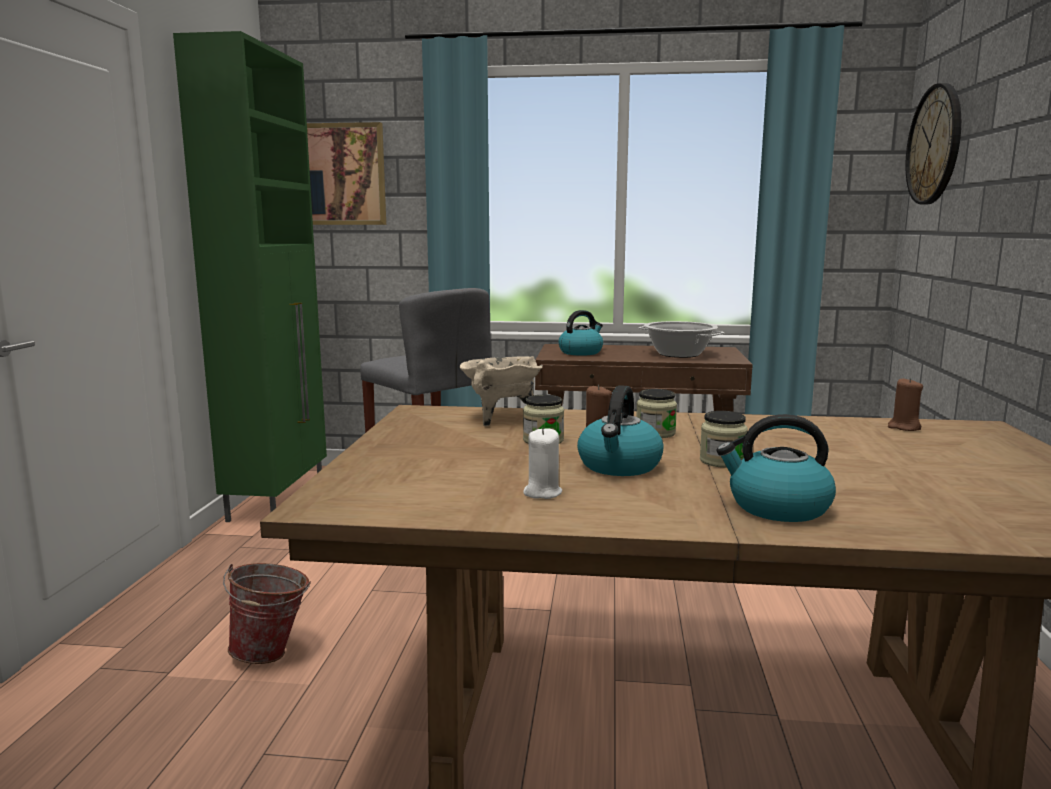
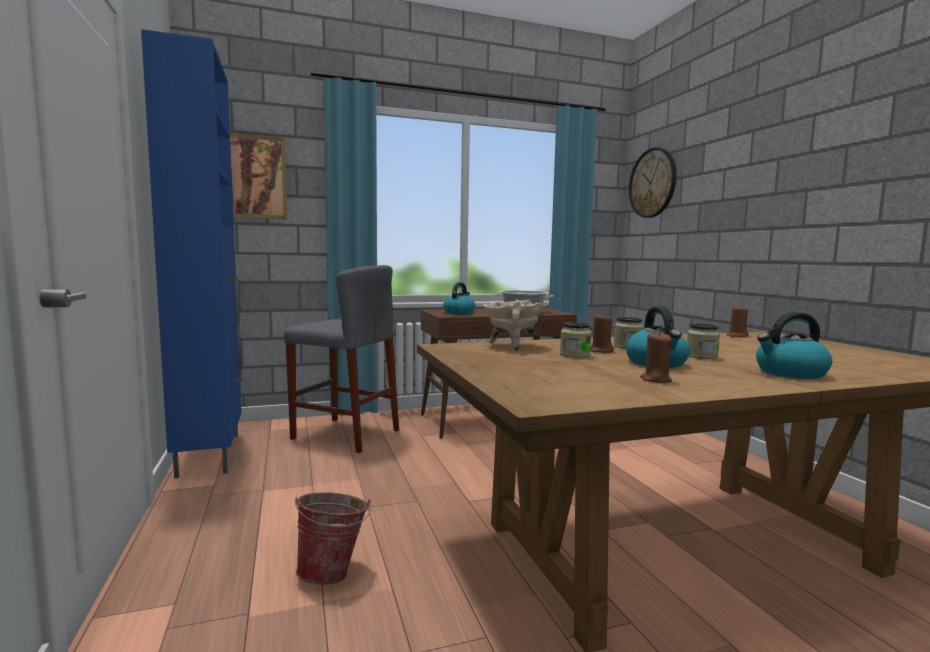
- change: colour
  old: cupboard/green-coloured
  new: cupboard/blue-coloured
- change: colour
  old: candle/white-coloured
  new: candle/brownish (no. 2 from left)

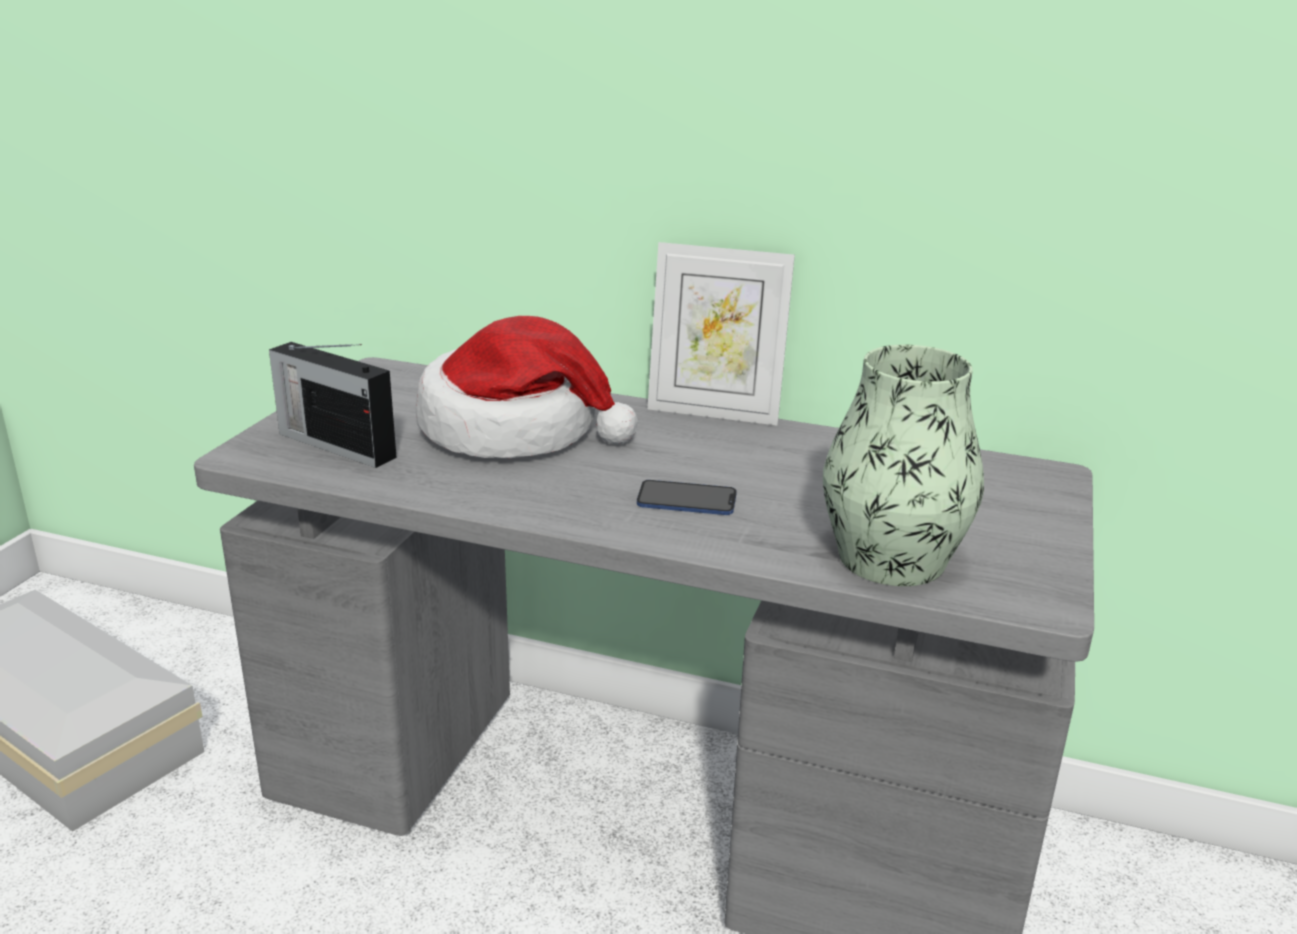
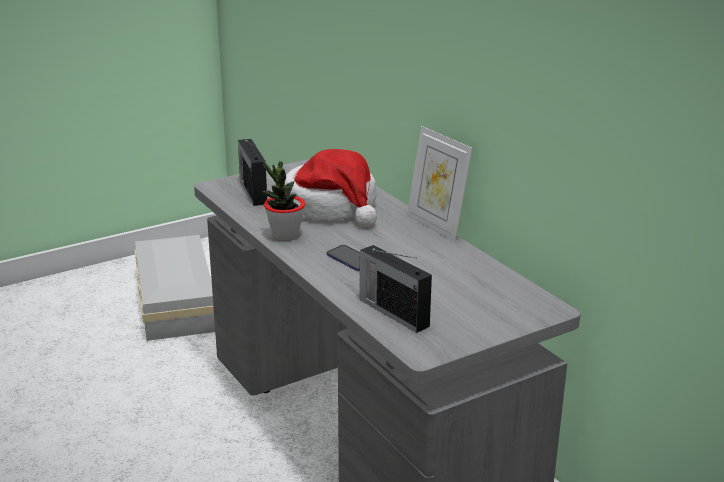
- change: appeared
  new: potted plant
- change: exchanged
  old: decorative vase
  new: radio (no. 2 from left)

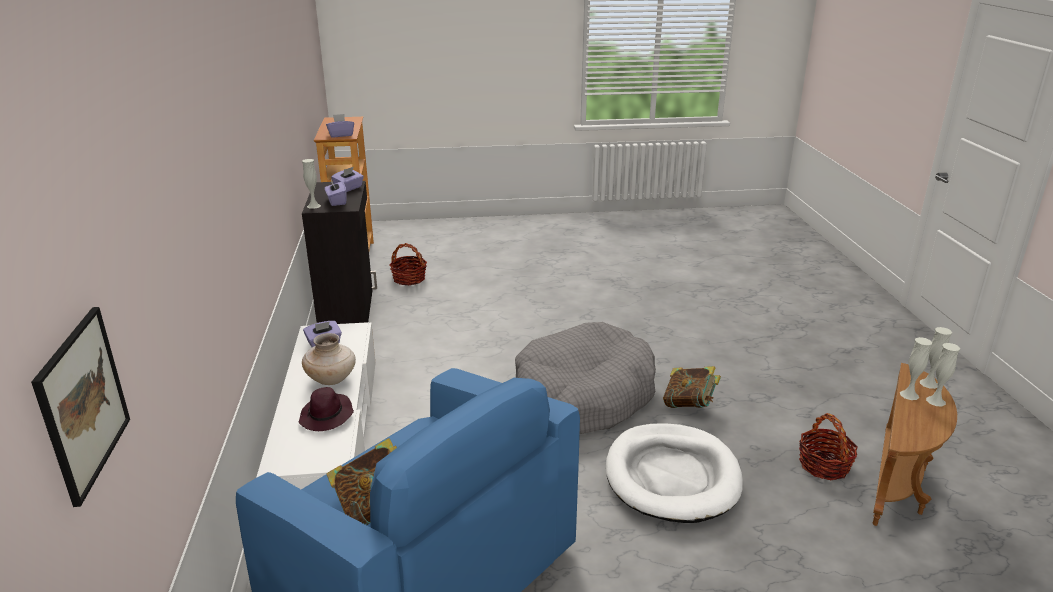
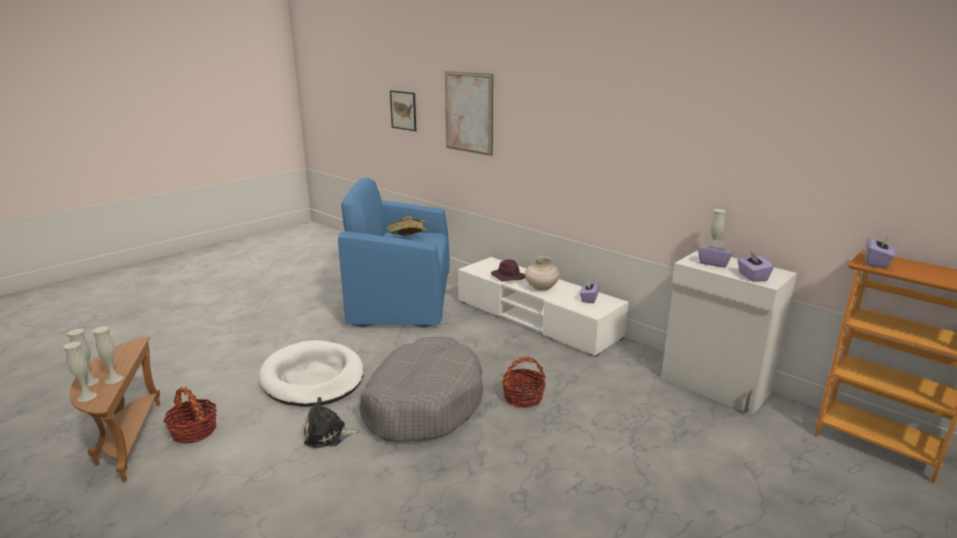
- change: exchanged
  old: bound book (no. 2 from left)
  new: soft toy
- change: appeared
  new: wall picture (no. 2 from left)
- change: relocated
  old: household basket (no. 1 from left in the first image)
  new: household basket (no. 2 from left)
- change: colour
  old: cupboard/black
  new: cupboard/white-coloured

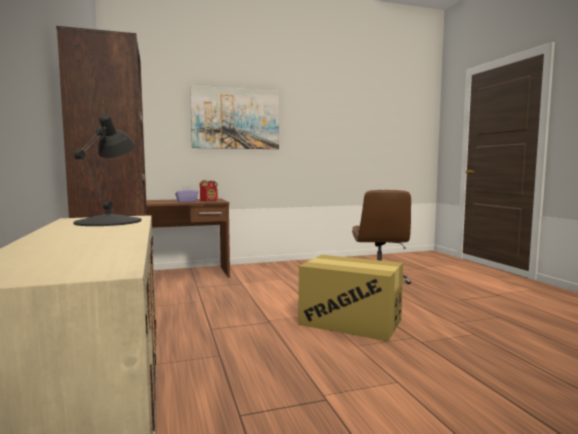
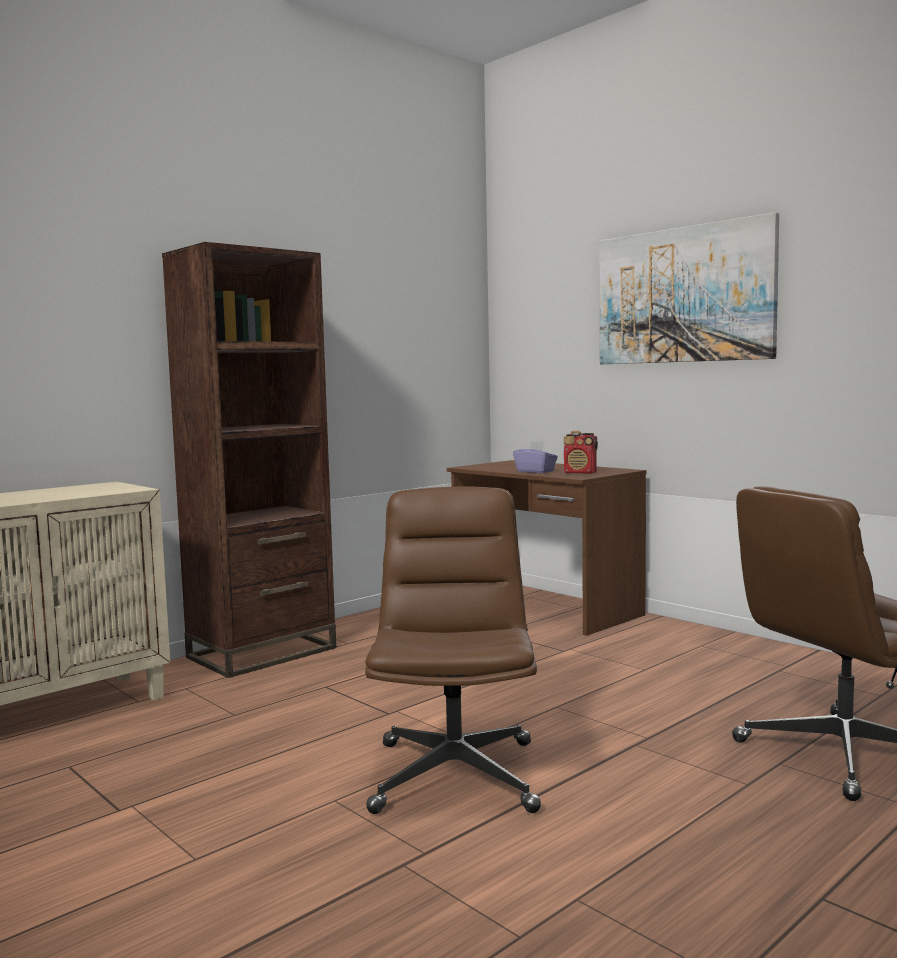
- change: exchanged
  old: packing box
  new: desk chair/brownish (no. 1 from left)
- change: missing
  old: lamp for a table/black

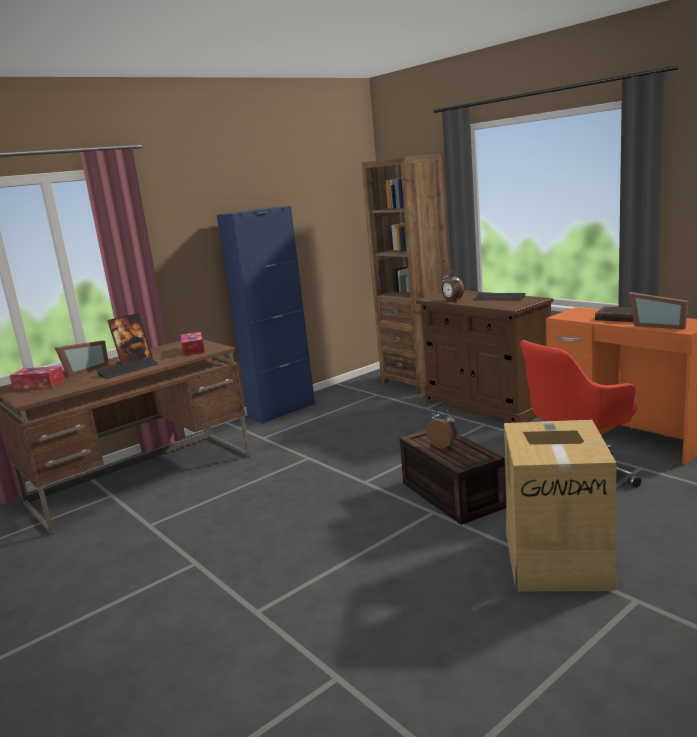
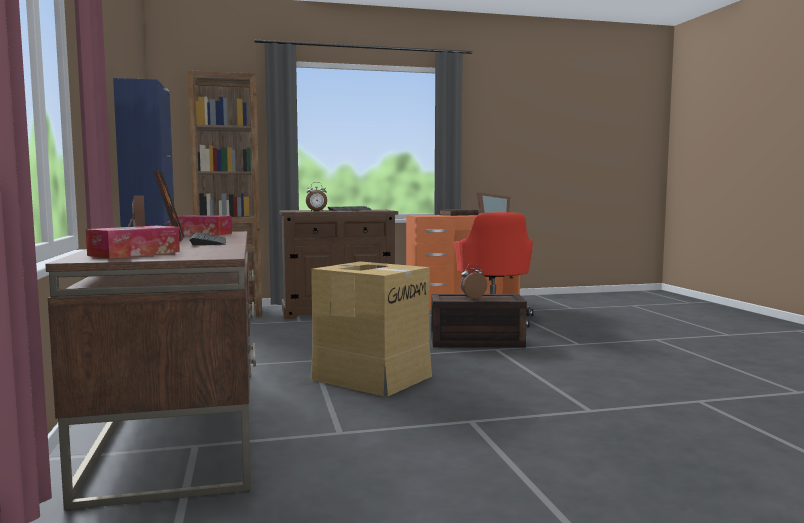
- change: relocated
  old: packing box

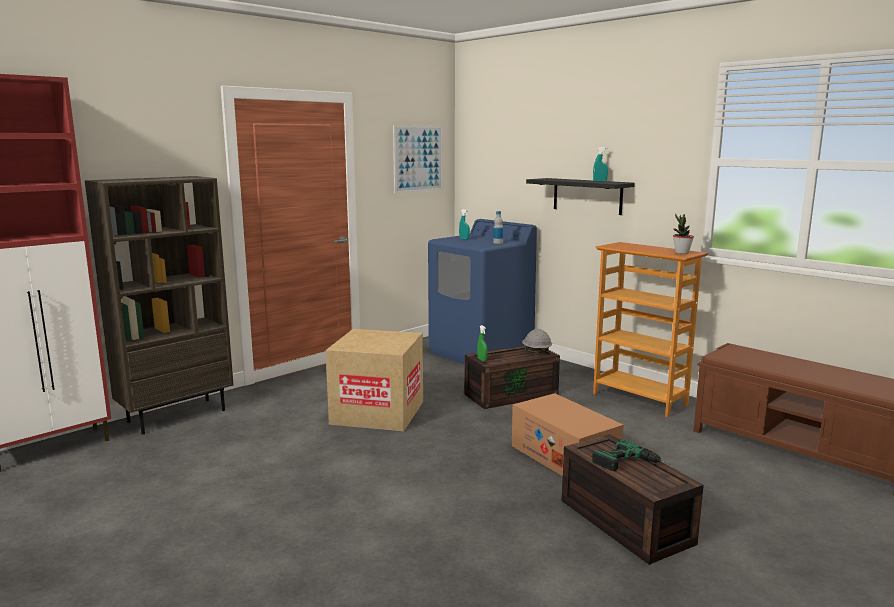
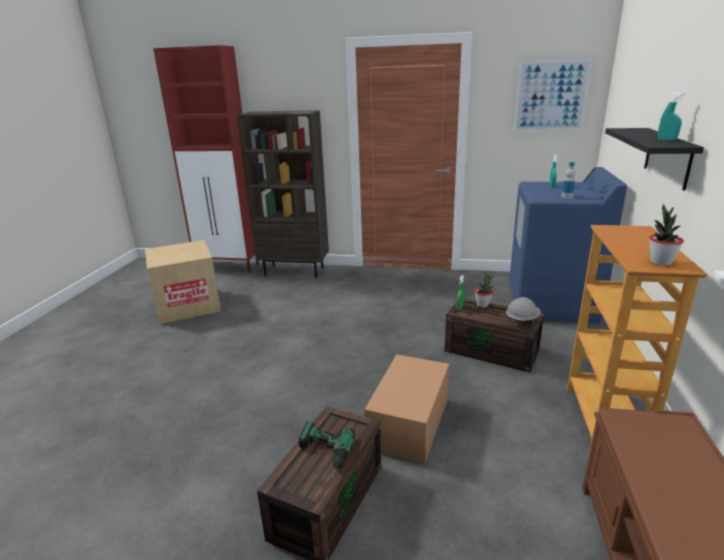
- change: relocated
  old: packing box (no. 1 from left)
- change: appeared
  new: potted plant (no. 1 from left)

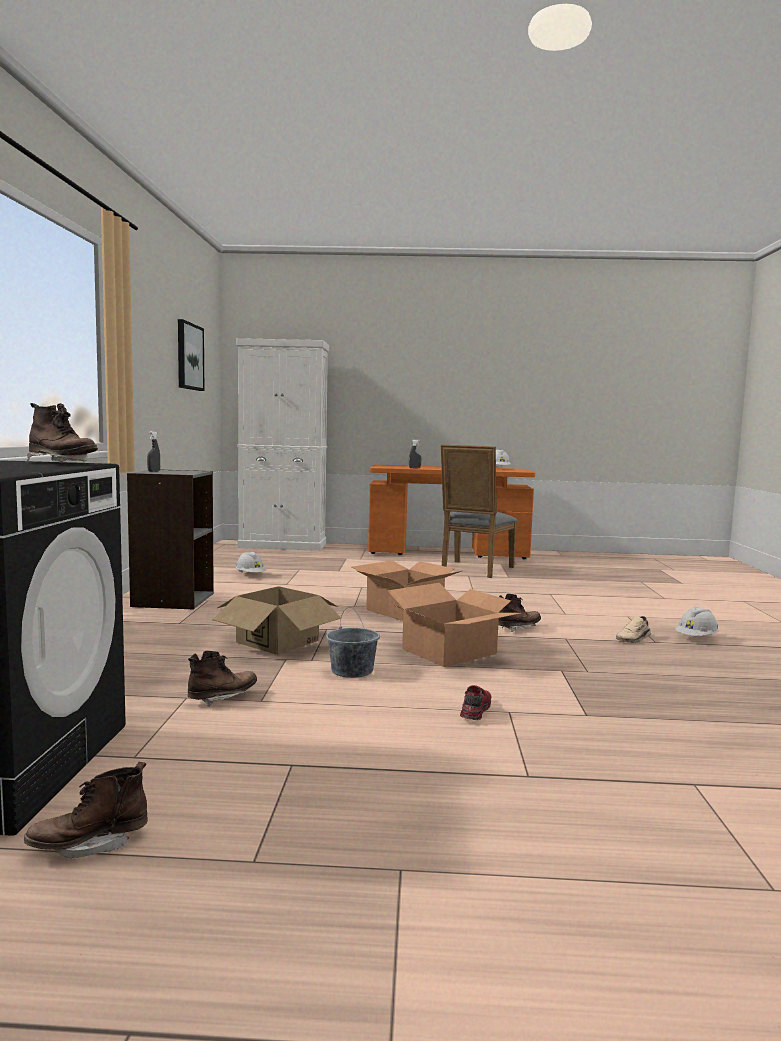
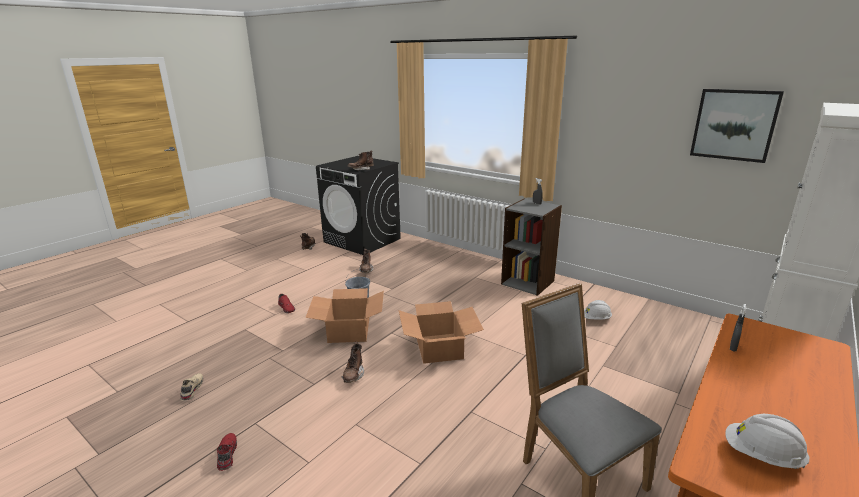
- change: relocated
  old: shoe/sand-coloured
- change: exchanged
  old: safety helmet/white-coloured (no. 3 from left)
  new: shoe/red (no. 1 from left)
- change: missing
  old: packing box (no. 1 from left)

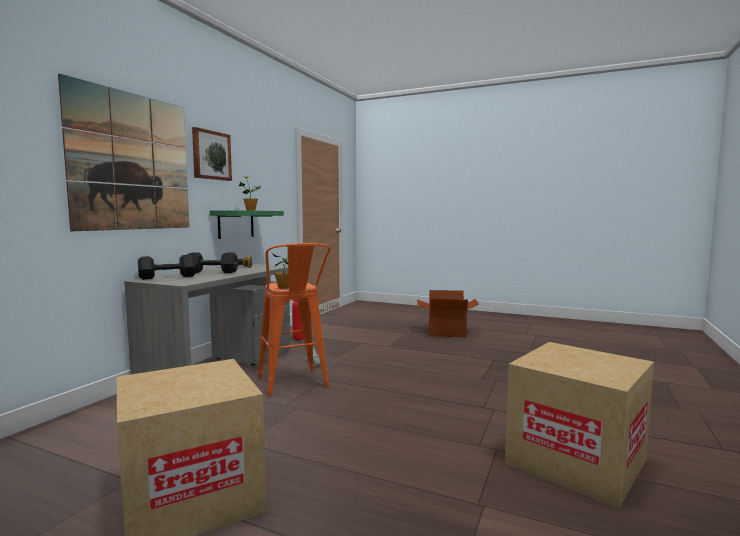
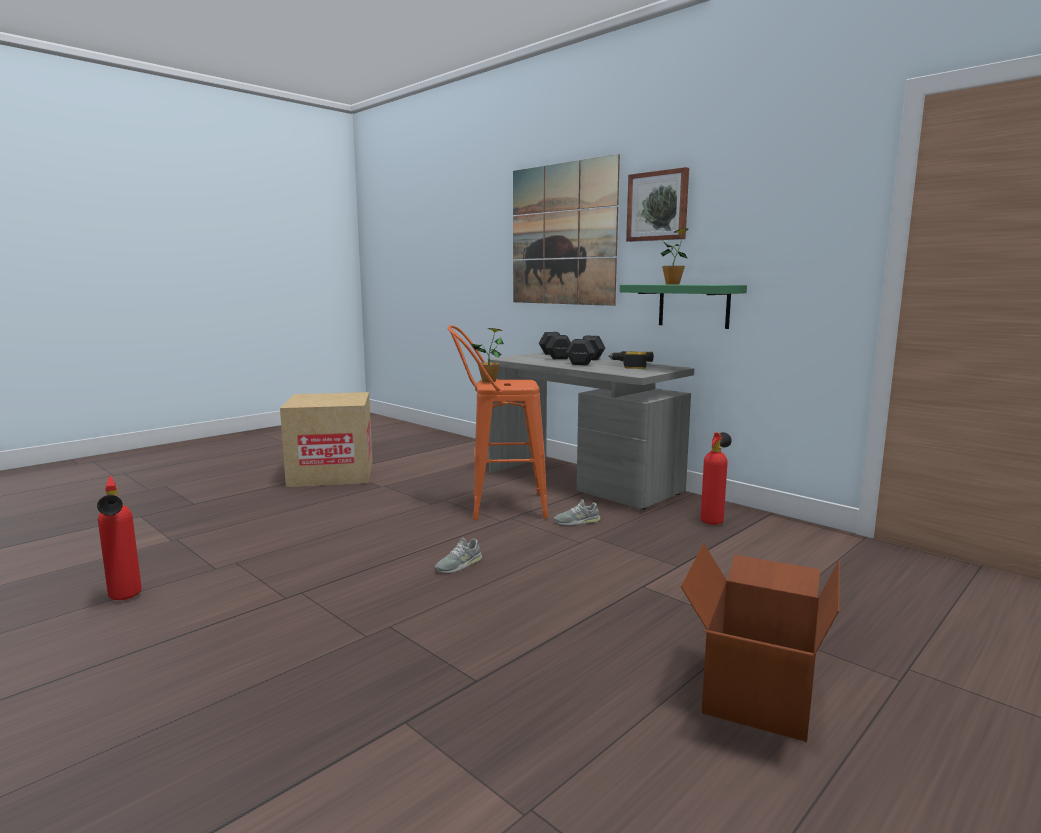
- change: exchanged
  old: packing box (no. 3 from left)
  new: fire extinguisher (no. 1 from left)
- change: appeared
  new: shoe/gray (no. 1 from left)

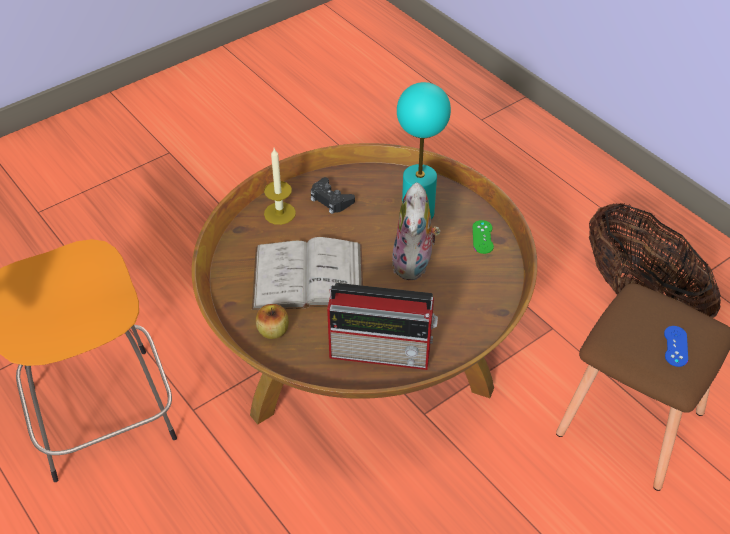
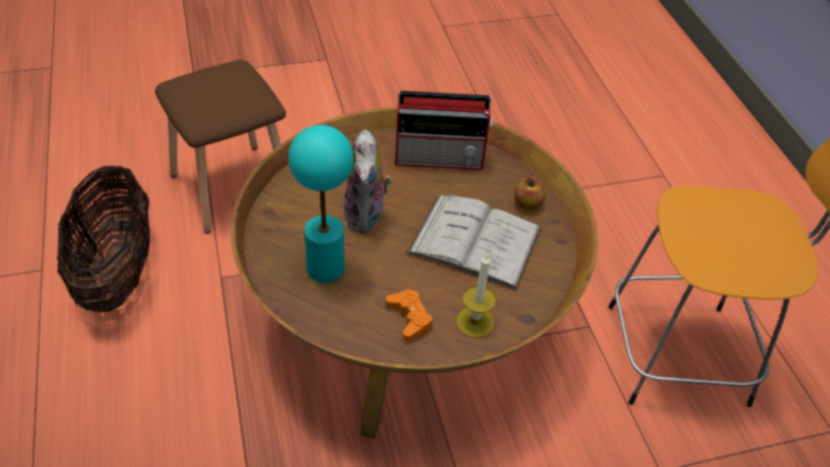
- change: spun
  old: soft toy
  degrees: 150
- change: colour
  old: gamepad/black
  new: gamepad/orange
- change: spun
  old: radio
  degrees: 150
- change: missing
  old: gamepad/green-coloured
- change: missing
  old: gamepad/blue-coloured

